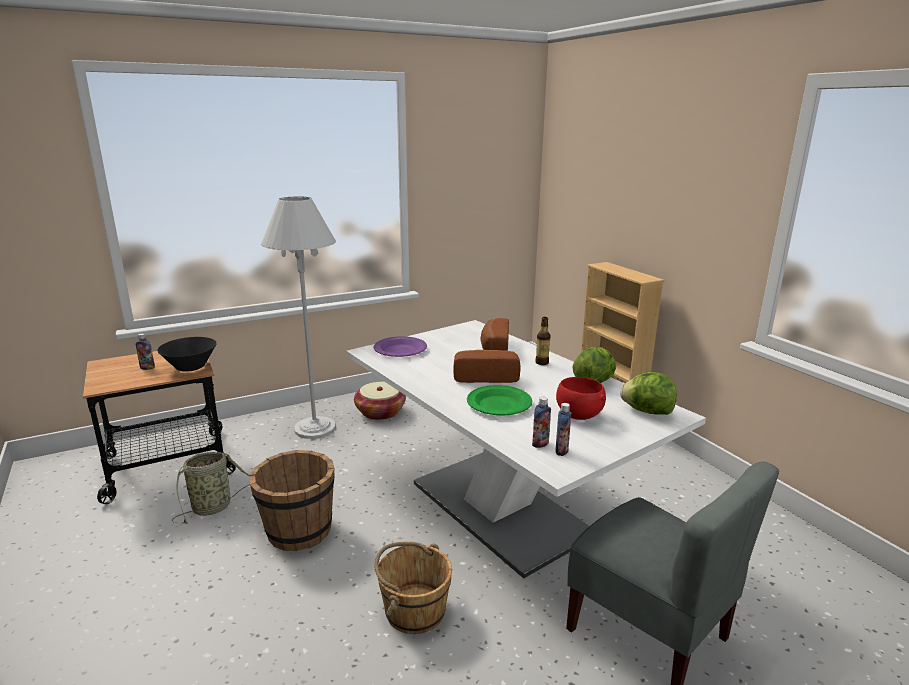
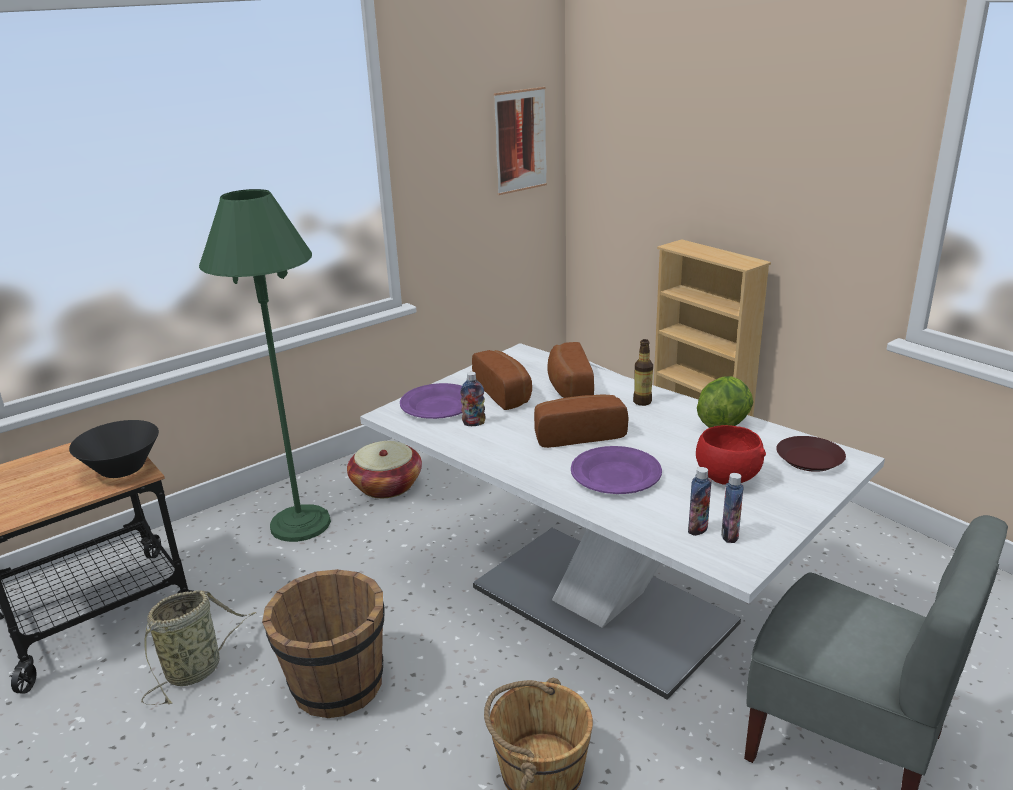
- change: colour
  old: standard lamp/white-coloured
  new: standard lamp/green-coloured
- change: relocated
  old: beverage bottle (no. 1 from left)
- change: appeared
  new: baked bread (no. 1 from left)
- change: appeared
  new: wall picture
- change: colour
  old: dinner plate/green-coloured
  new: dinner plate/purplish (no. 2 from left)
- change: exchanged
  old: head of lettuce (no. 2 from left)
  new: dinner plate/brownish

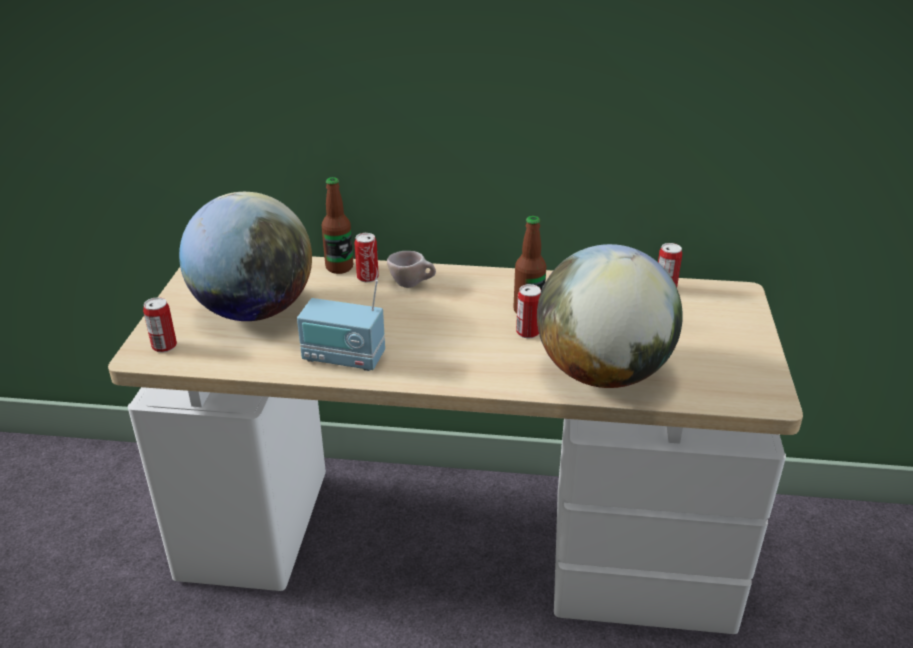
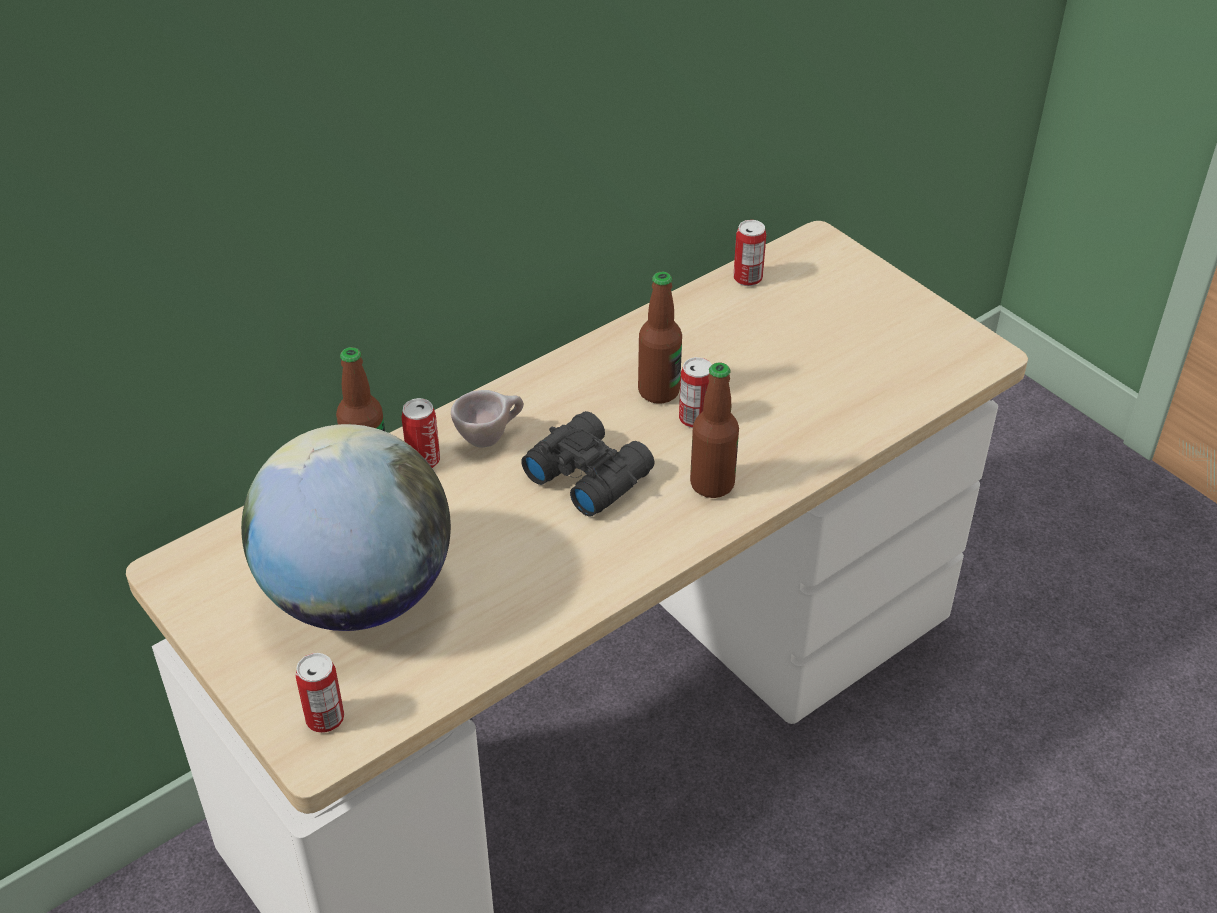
- change: appeared
  new: pair of binoculars/black
- change: appeared
  new: beverage bottle (no. 3 from left)
- change: missing
  old: radio
- change: missing
  old: globe (no. 2 from left)

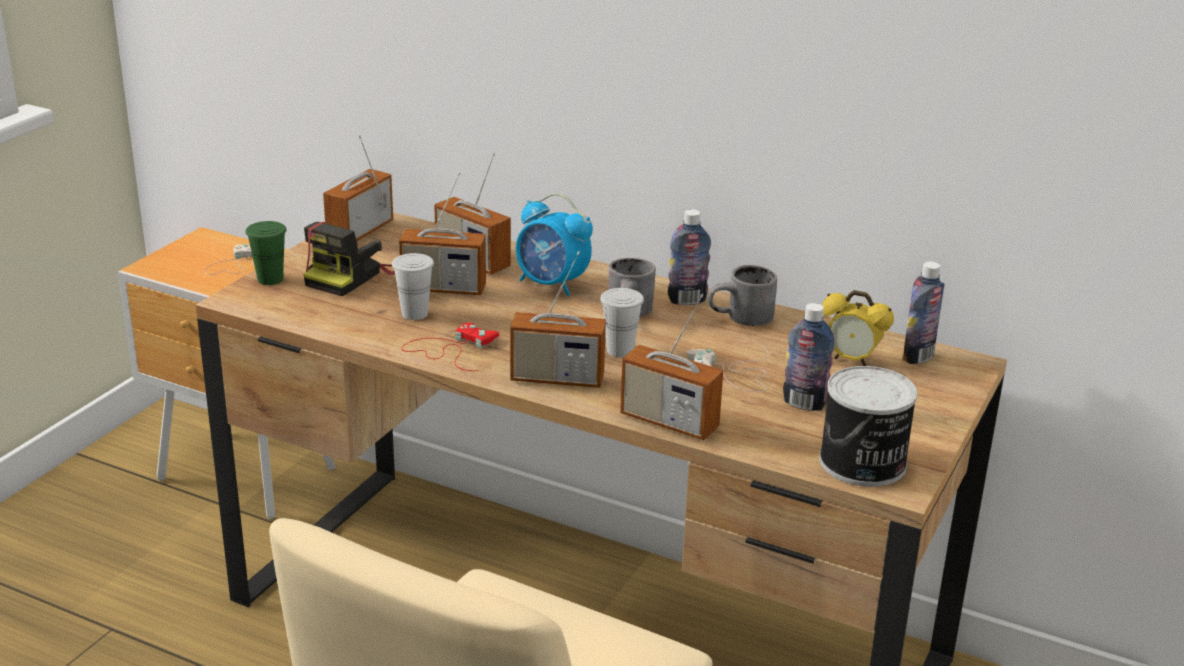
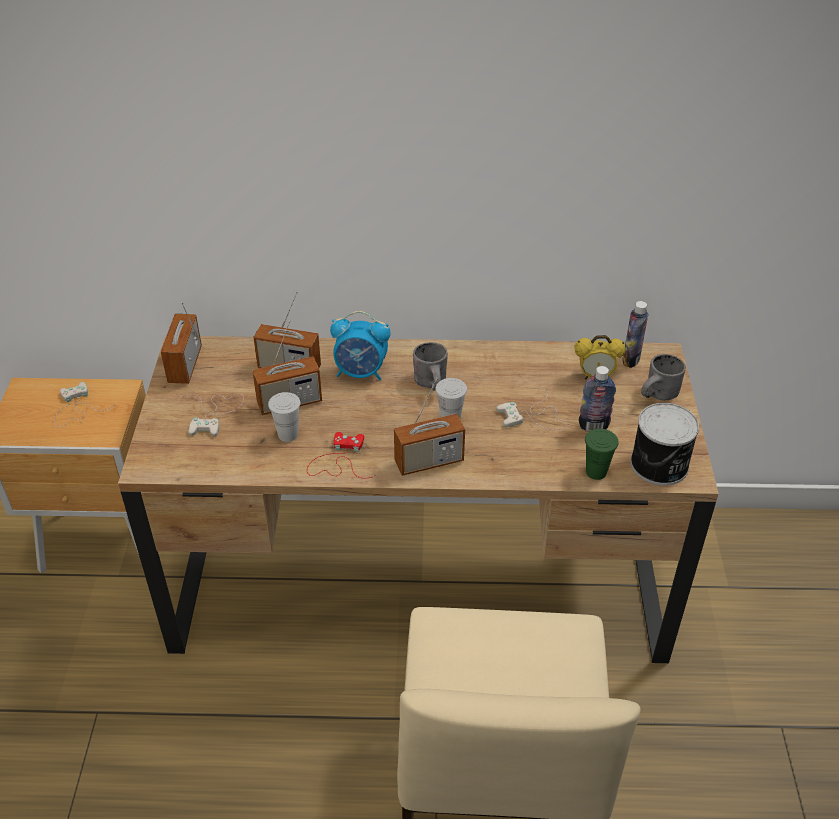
- change: exchanged
  old: still camera
  new: gamepad/white-coloured (no. 2 from left)
- change: relocated
  old: drinking cup/green-coloured
- change: relocated
  old: tea mug/gray (no. 2 from left)
- change: missing
  old: radio (no. 5 from left)
- change: missing
  old: beverage bottle (no. 1 from left)

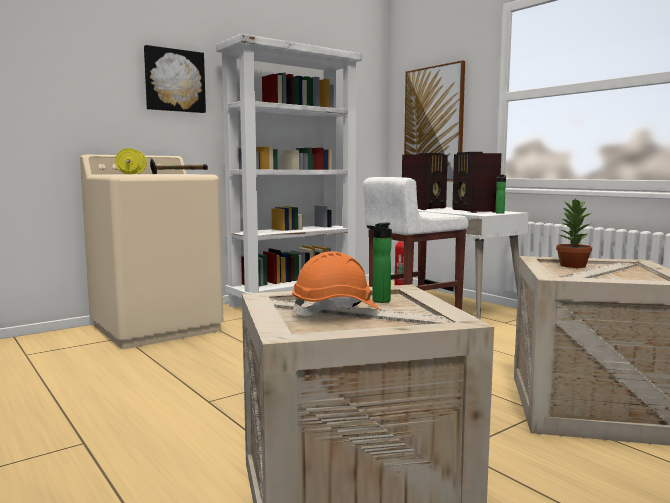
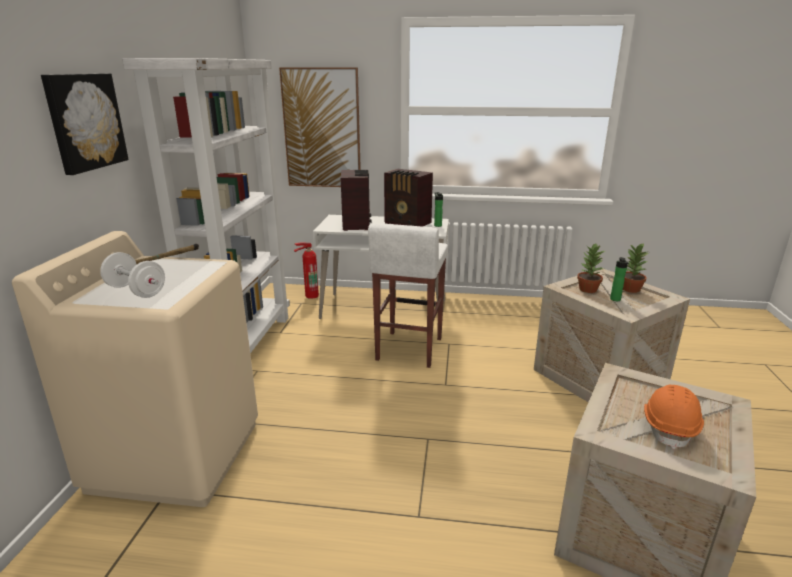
- change: colour
  old: hand weight/yellow
  new: hand weight/white-coloured
- change: relocated
  old: beverage bottle (no. 1 from left in the first image)
  new: beverage bottle (no. 2 from left)
- change: appeared
  new: potted plant (no. 2 from left)

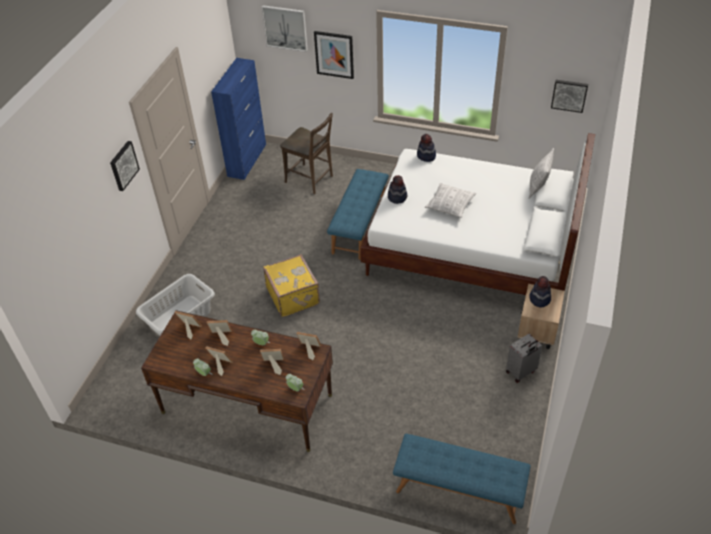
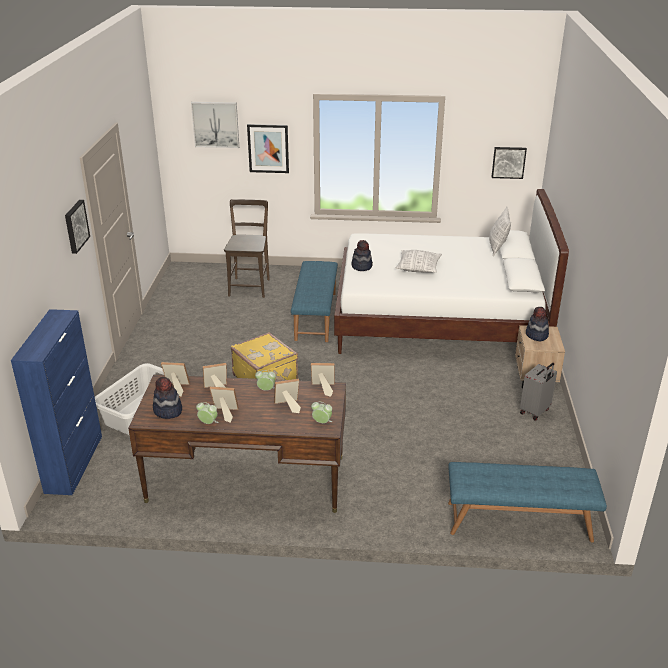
- change: relocated
  old: cupboard/blue-coloured
- change: relocated
  old: clothing hat (no. 2 from left in the first image)
  new: clothing hat (no. 1 from left)
- change: spun
  old: plain chair/brownish
  degrees: -105

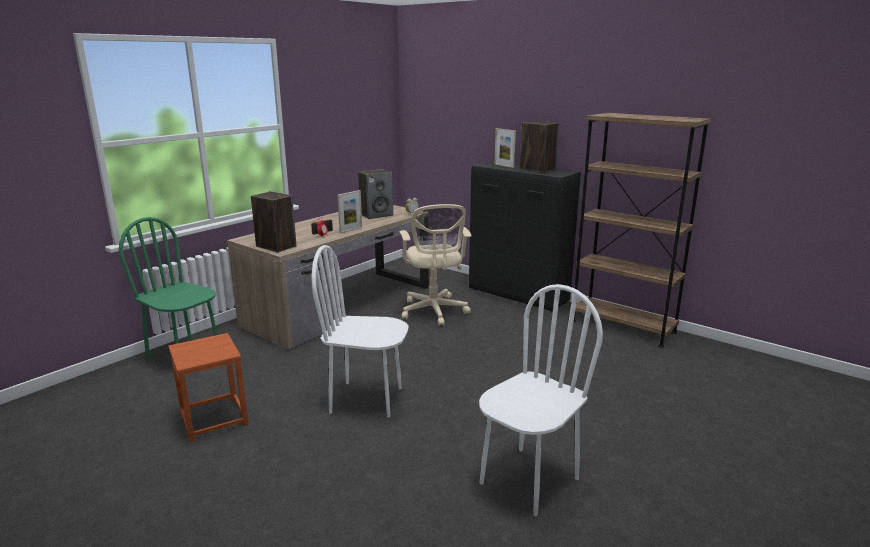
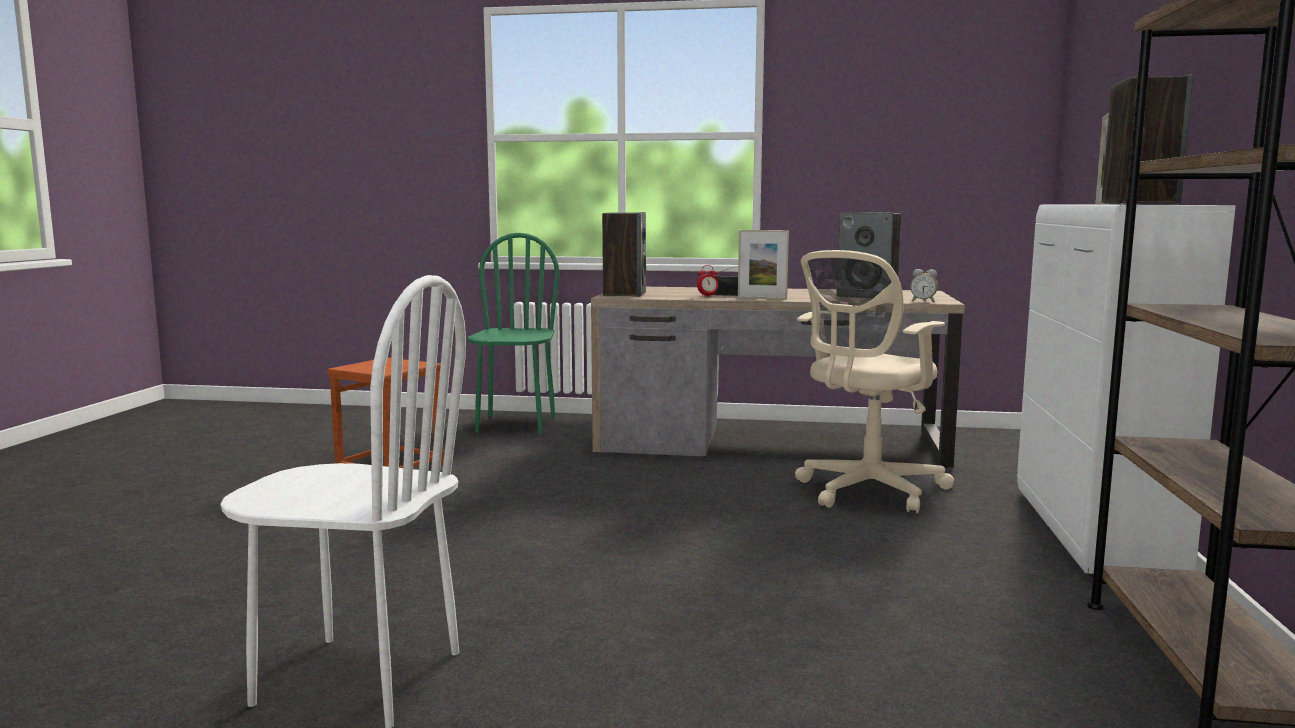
- change: colour
  old: cupboard/black
  new: cupboard/white-coloured
- change: missing
  old: plain chair/white-coloured (no. 1 from left)

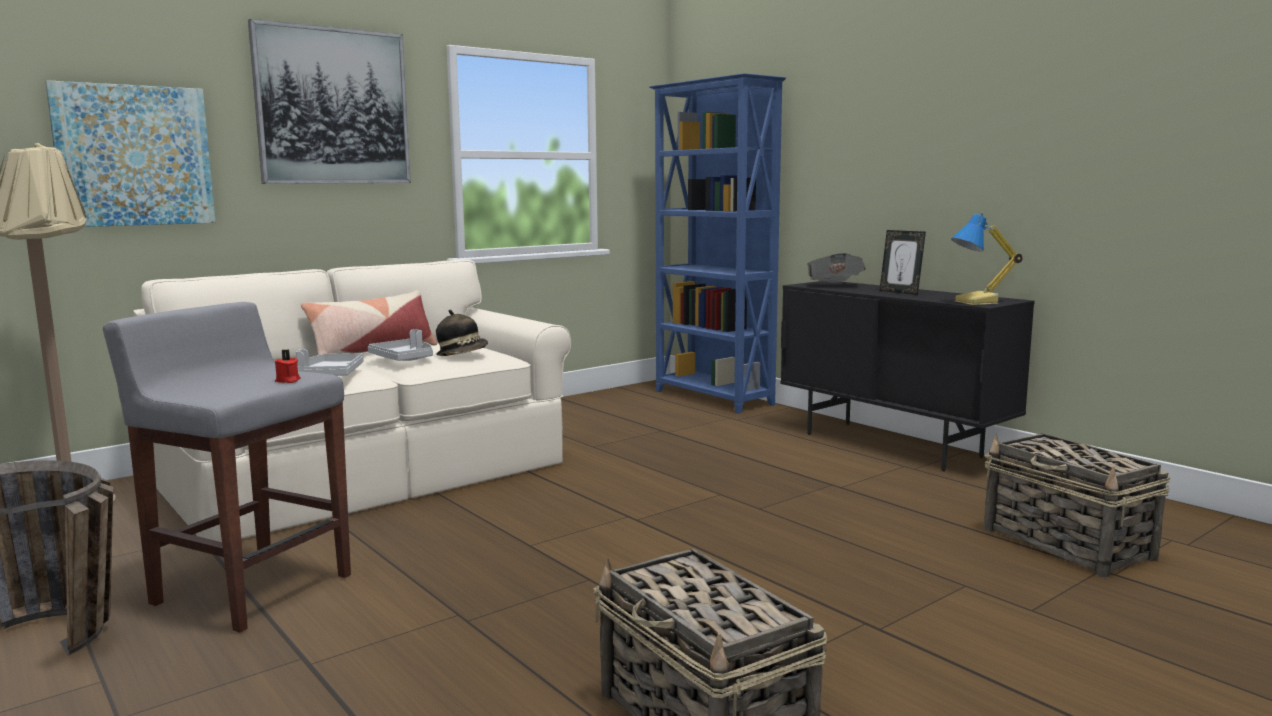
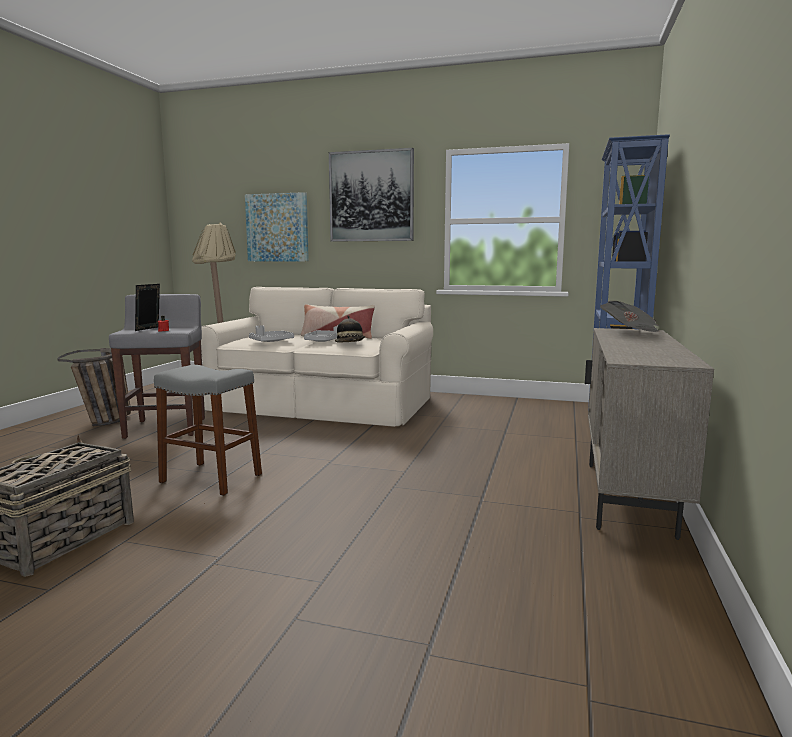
- change: relocated
  old: photo frame
- change: appeared
  new: sitting stool/gray (no. 2 from left)
- change: colour
  old: cupboard/black
  new: cupboard/sand-coloured
- change: missing
  old: lamp for a table
- change: missing
  old: household basket (no. 3 from left)

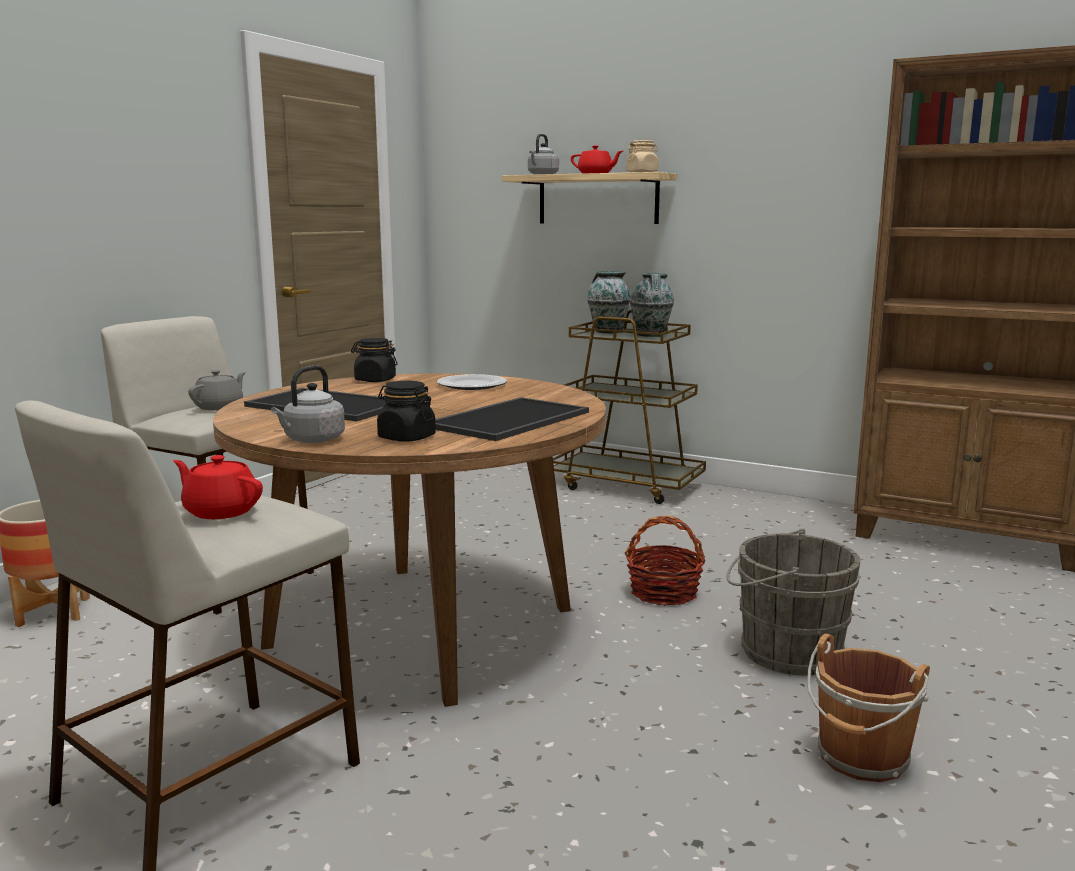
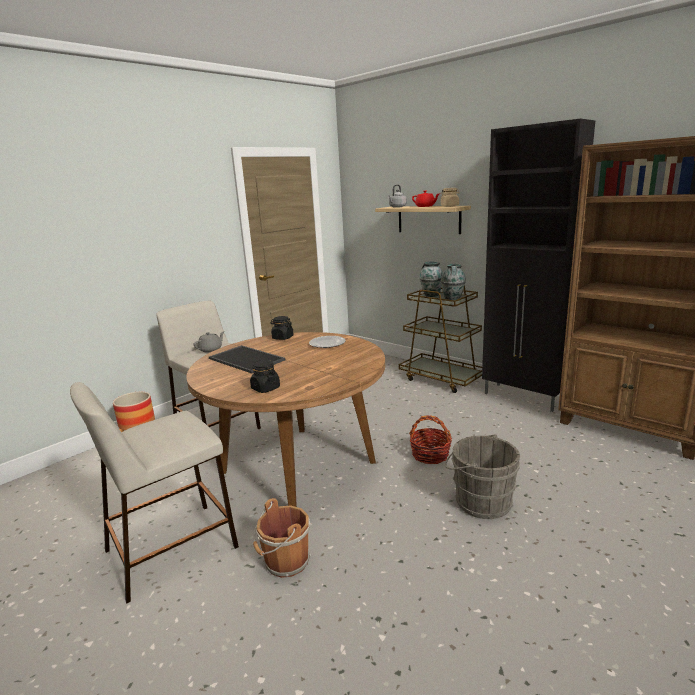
- change: relocated
  old: bucket/brownish
- change: appeared
  new: cupboard/black
- change: missing
  old: tea pot/red (no. 1 from left)
- change: missing
  old: tea kettle/gray (no. 1 from left)
- change: missing
  old: carrying tray (no. 2 from left)

